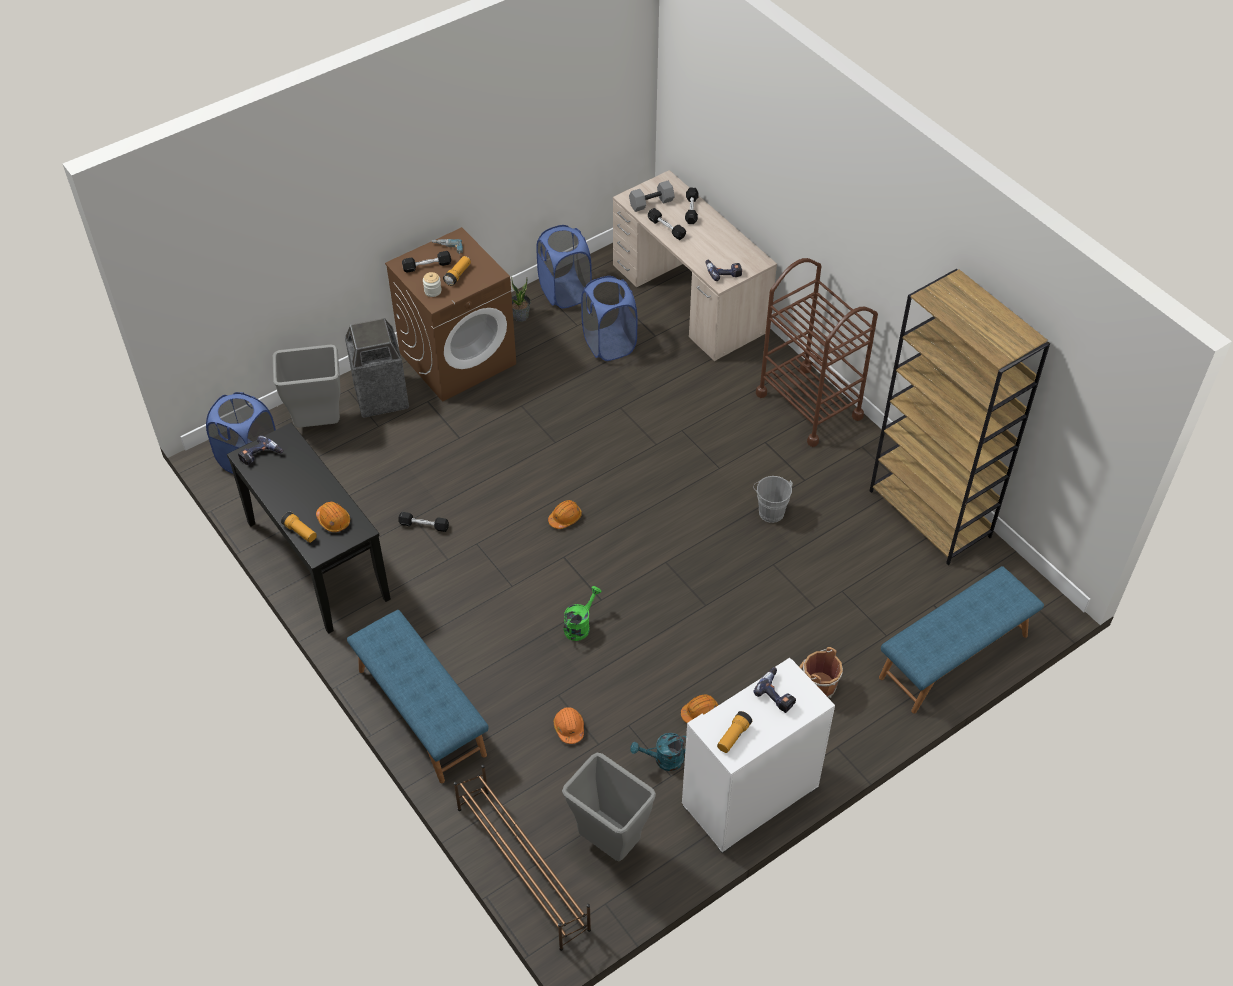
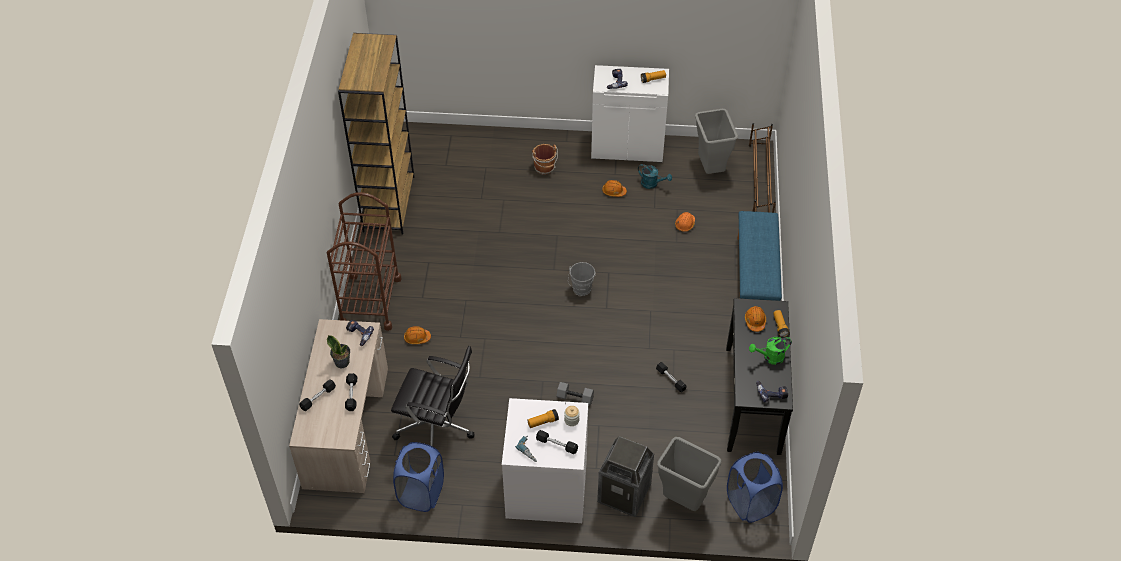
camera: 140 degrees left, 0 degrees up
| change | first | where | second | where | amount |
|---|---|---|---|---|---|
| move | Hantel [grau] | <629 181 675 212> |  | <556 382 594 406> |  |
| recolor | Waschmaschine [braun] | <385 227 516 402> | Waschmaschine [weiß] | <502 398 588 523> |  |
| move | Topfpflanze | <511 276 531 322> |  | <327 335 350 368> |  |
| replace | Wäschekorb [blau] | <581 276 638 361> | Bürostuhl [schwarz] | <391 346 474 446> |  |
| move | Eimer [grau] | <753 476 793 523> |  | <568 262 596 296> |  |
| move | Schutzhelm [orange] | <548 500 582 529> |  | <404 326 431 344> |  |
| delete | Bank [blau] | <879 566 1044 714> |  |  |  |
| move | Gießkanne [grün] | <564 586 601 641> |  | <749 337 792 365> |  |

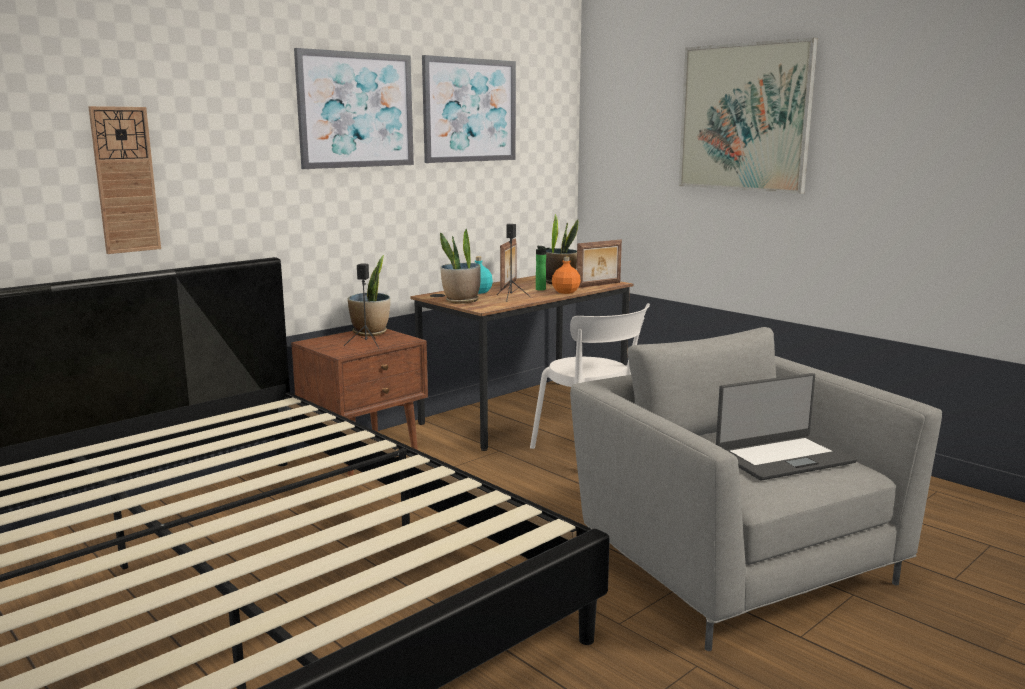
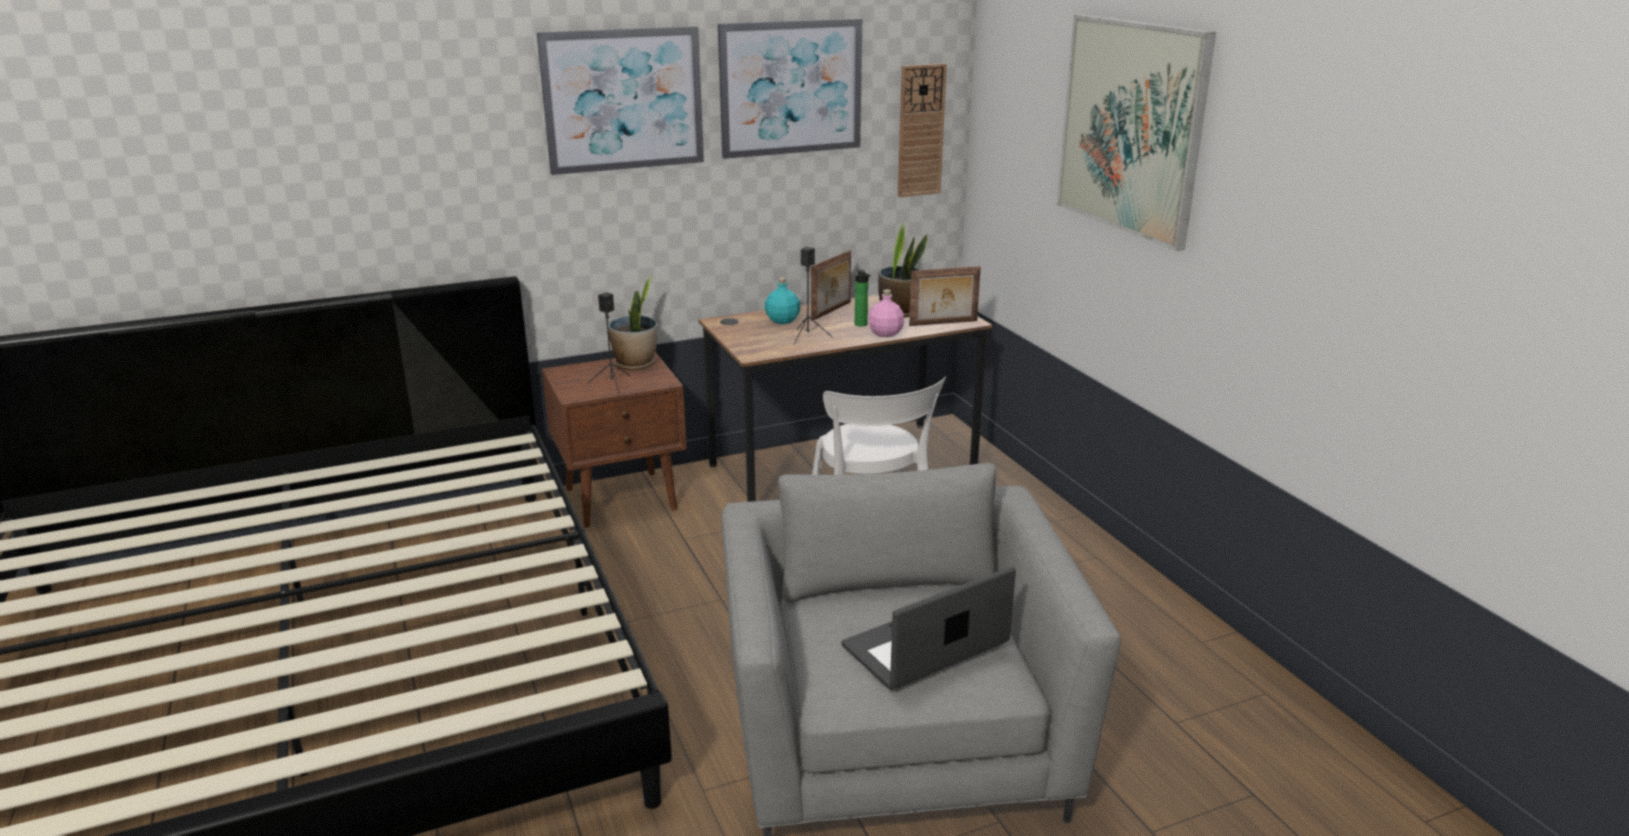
camera: 20 degrees right, 10 degrees up
| change | first | where | second | where | amount |
|---|---|---|---|---|---|
| move | Wanduhr | <88 106 161 254> |  | <898 63 947 197> |  |
| delete | Topfpflanze | <440 229 481 304> |  |  |  |
| recolor | Flasche [orange] | <552 257 581 294> | Flasche [rosa] | <868 289 904 337> |  |
| rotate | Laptop | <716 373 857 480> |  | <841 567 1016 690> | 150 degrees clockwise |

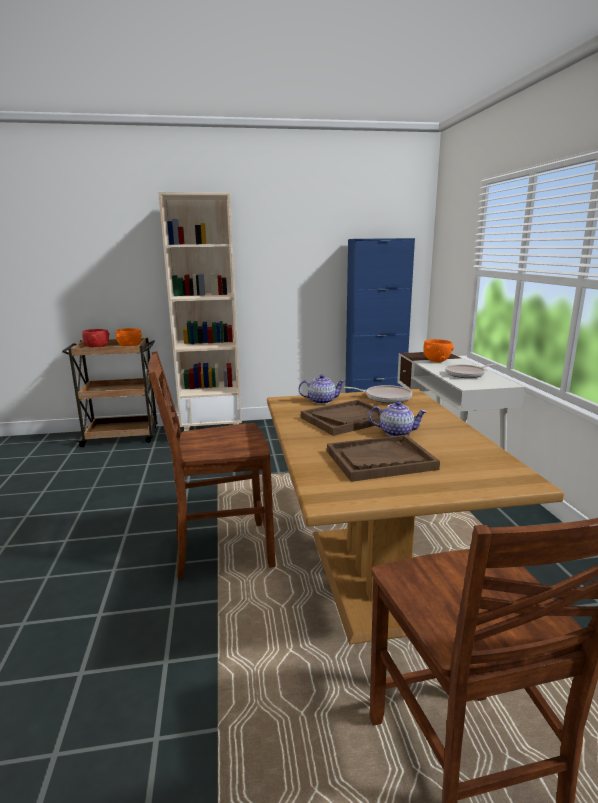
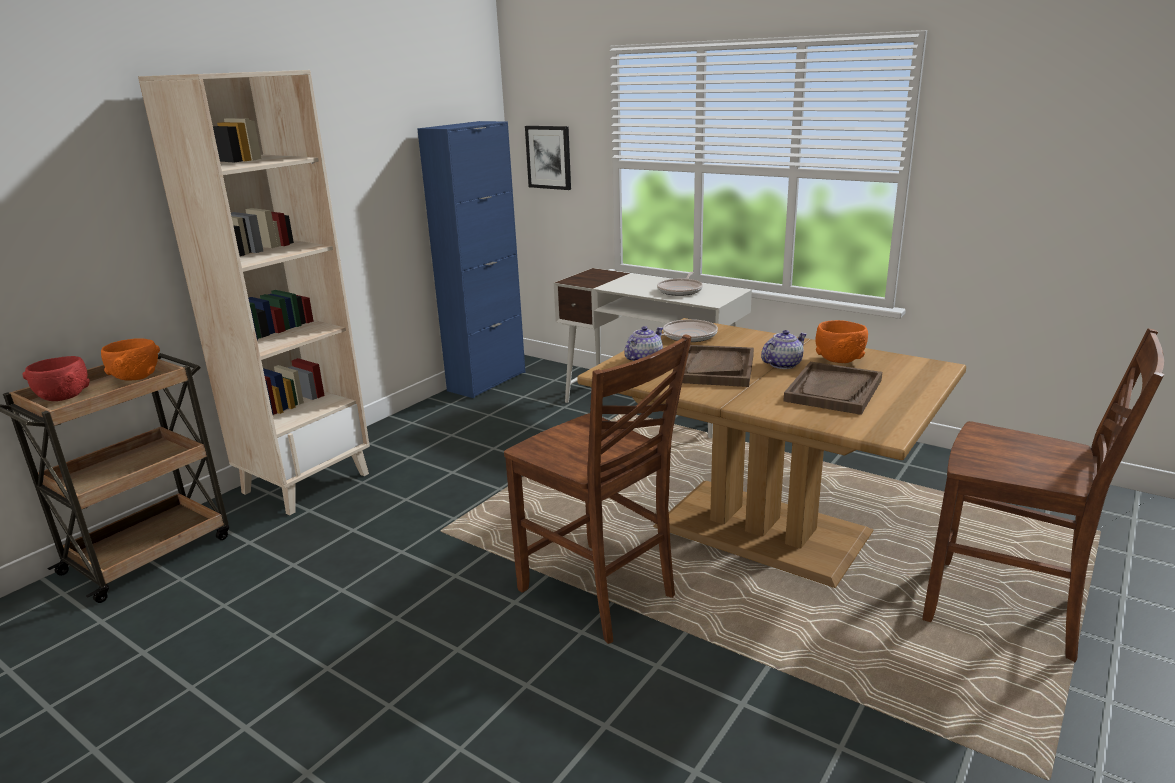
camera: 45 degrees left, 5 degrees up
| change | first | where | second | where | amount |
|---|---|---|---|---|---|
| move | Schüssel [orange] | <424 339 454 362> |  | <815 320 868 363> |  |
| rotate | Stuhl [braun] | <148 351 275 579> |  | <504 334 692 644> | 75 degrees counterclockwise |
| insert |  |  | Bild | <525 126 571 190> |  |

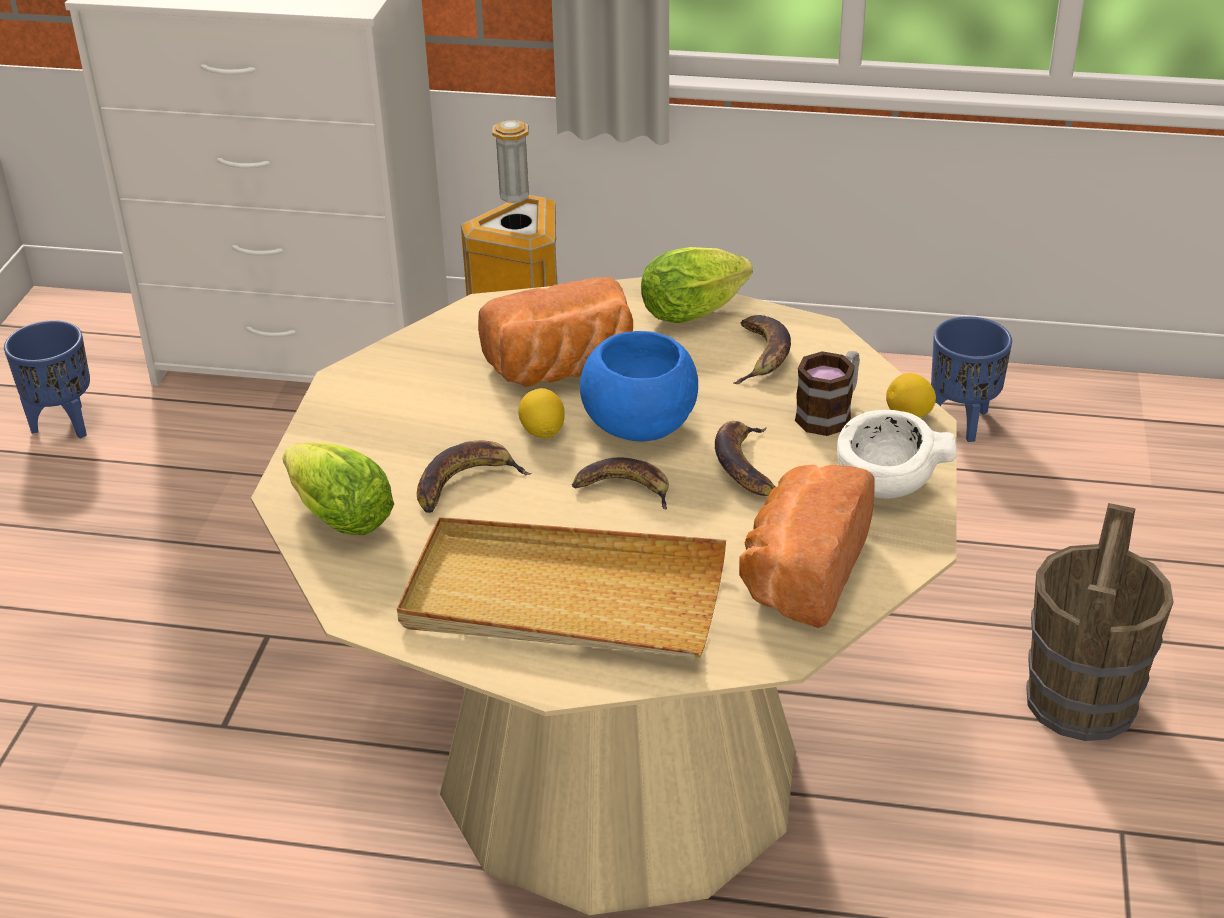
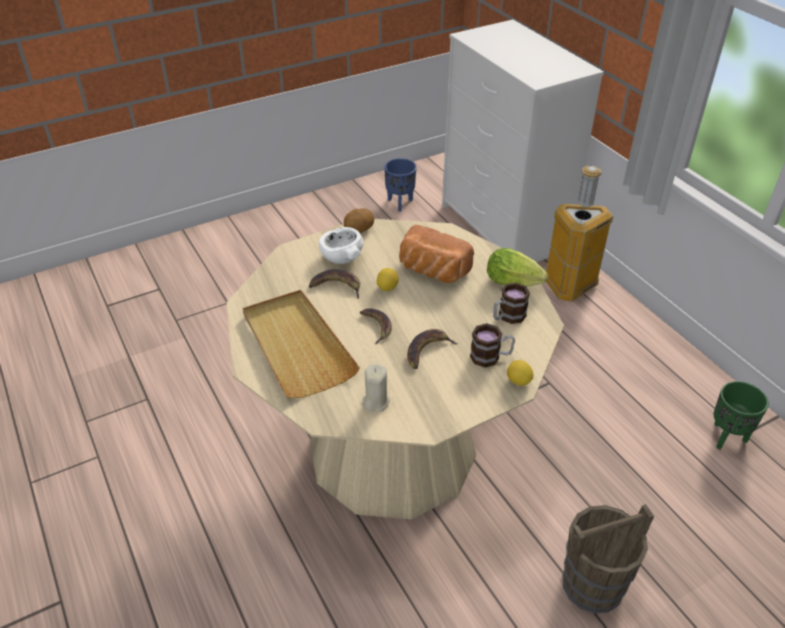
camera: 50 degrees right, 5 degrees up
| change | first | where | second | where | amount |
|---|---|---|---|---|---|
| replace | Banane | <734 315 791 384> | Henkelbecher | <493 282 530 324> |  |
| recolor | Pflanzkübel [blau] | <931 316 1012 442> | Pflanzkübel [grün] | <714 381 769 449> |  |
| delete | Schüssel [blau] | <580 331 698 441> |  |  |  |
| move | Schüssel [weiß] | <837 410 957 499> |  | <319 227 363 264> |  |
| delete | Salatkopf | <282 442 394 535> |  |  |  |
| replace | Brot | <739 465 874 628> | Kerze [beige] | <362 364 390 412> |  |
| insert |  |  | Kartoffel | <344 208 375 233> |  |

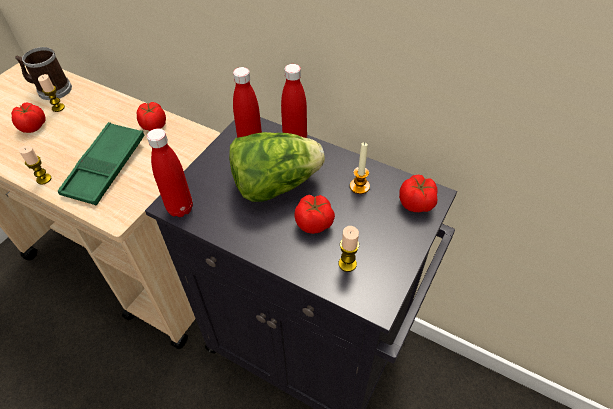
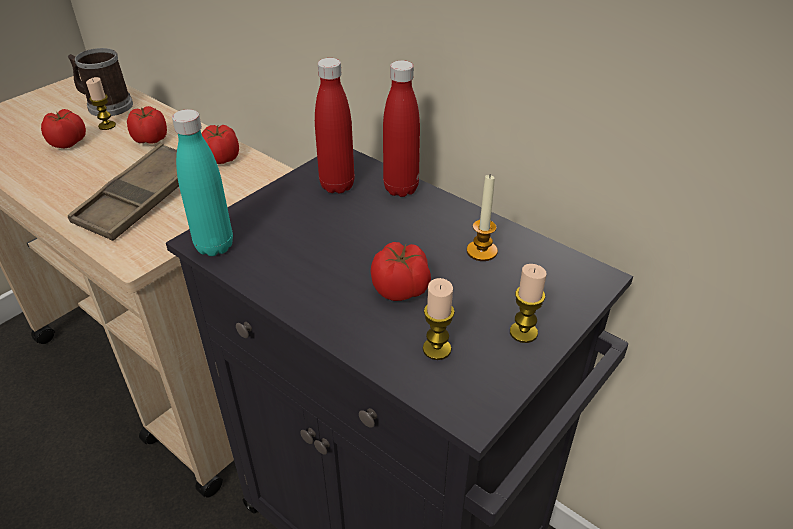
camera: 10 degrees right, 10 degrees down
| change | first | where | second | where | amount |
|---|---|---|---|---|---|
| recolor | Tablett [grün] | <58 122 144 205> | Tablett [braun] | <68 143 179 241> |  |
| recolor | Flasche [rot] | <147 128 193 217> | Flasche [türkis] | <172 109 233 256> |  |
| delete | Salatkopf | <229 132 325 202> |  |  |  |
| move | Kerze | <19 146 51 185> |  | <510 264 547 343> |  |
| move | Tomate | <399 174 438 212> |  | <127 106 167 144> |  |

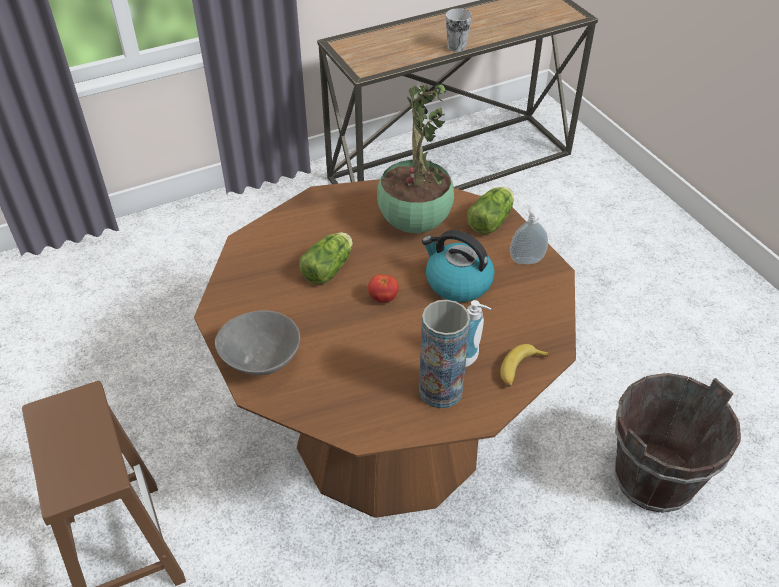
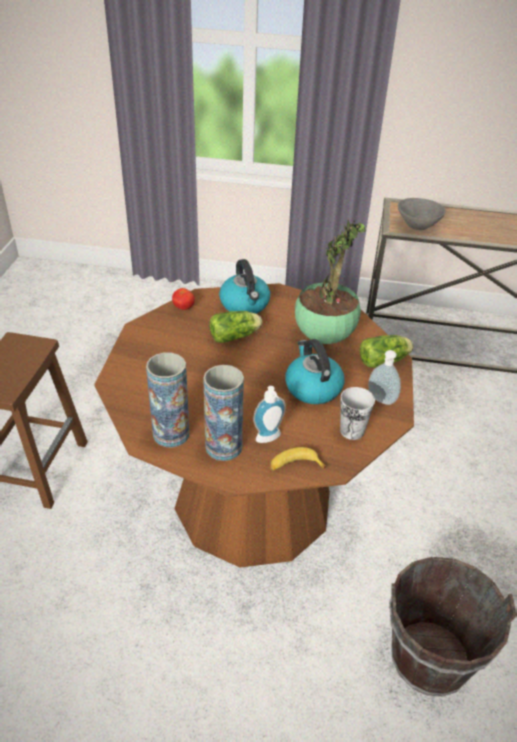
camera: 35 degrees right, 5 degrees down
| change | first | where | second | where | amount |
|---|---|---|---|---|---|
| move | Tasse | <446 8 472 52> |  | <340 387 375 440> |  |
| move | Tomate | <368 274 399 302> |  | <172 288 195 310> |  |
| move | Schüssel [grau] | <215 310 300 375> |  | <398 198 445 230> |  |
| insert |  |  | Wasserkessel | <219 259 270 314> |  |
| insert |  |  | Vase | <146 352 189 447> |  |

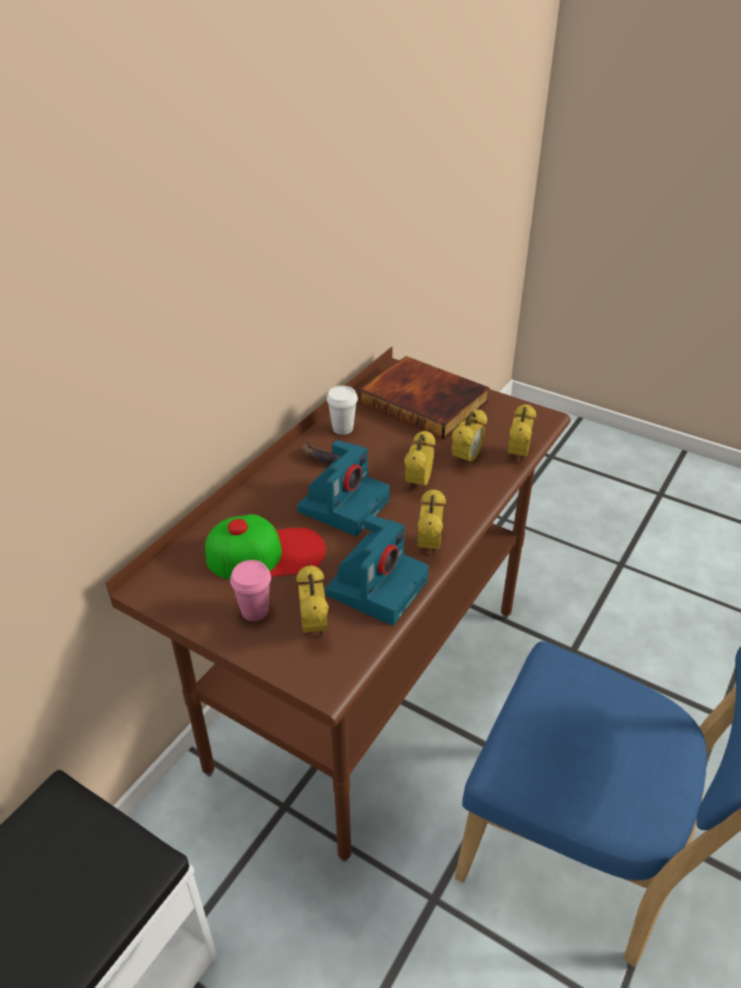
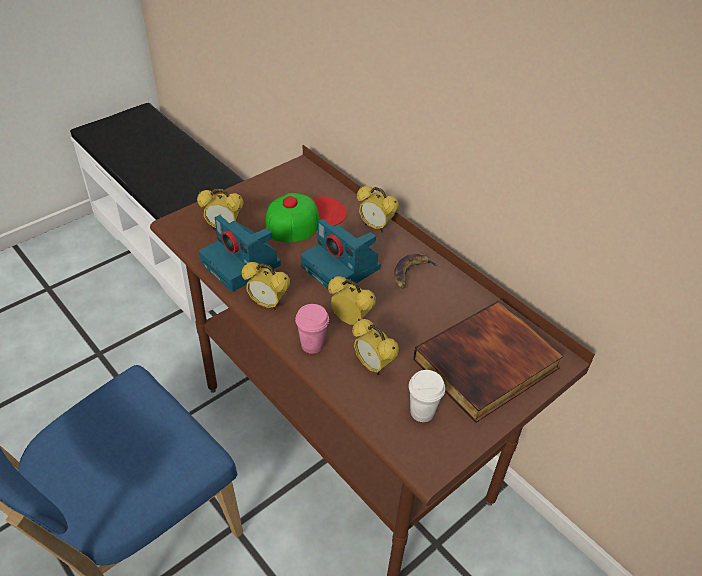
camera: 105 degrees right, 5 degrees up
| change | first | where | second | where | amount |
|---|---|---|---|---|---|
| move | Tasse [weiß] | <327 386 358 435> |  | <409 370 445 422> |  |
| move | Wecker | <508 403 536 463> |  | <357 186 399 232> |  |
| rotate | Kappe | <205 514 326 580> |  | <265 193 347 242> | 135 degrees counterclockwise |
| move | Tasse [rosa] | <230 560 271 621> |  | <295 304 329 354> |  |

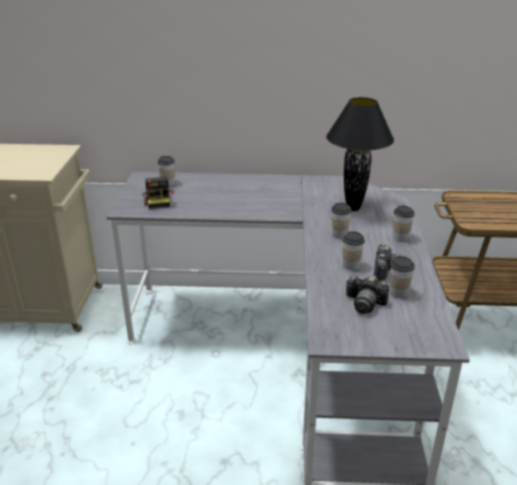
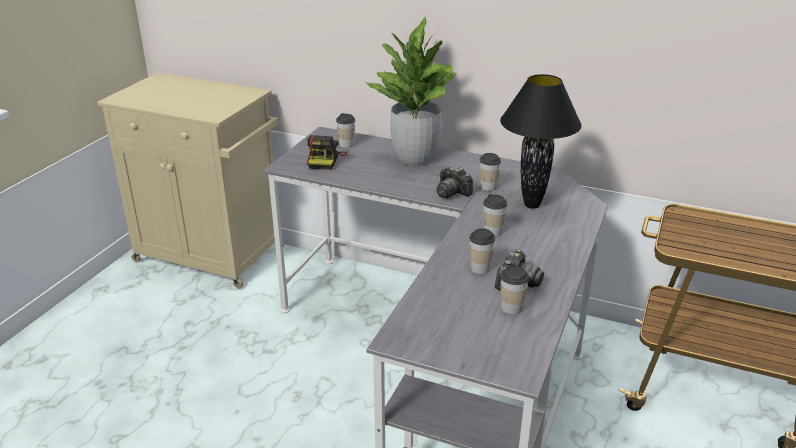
camera: 20 degrees right, 0 degrees up
| change | first | where | second | where | amount |
|---|---|---|---|---|---|
| move | Tasse | <393 206 415 242> |  | <479 153 501 191> |  |
| move | Kamera | <346 275 389 314> |  | <437 167 473 199> |  |
| insert |  |  | Topfpflanze | <366 16 456 166> |  |

